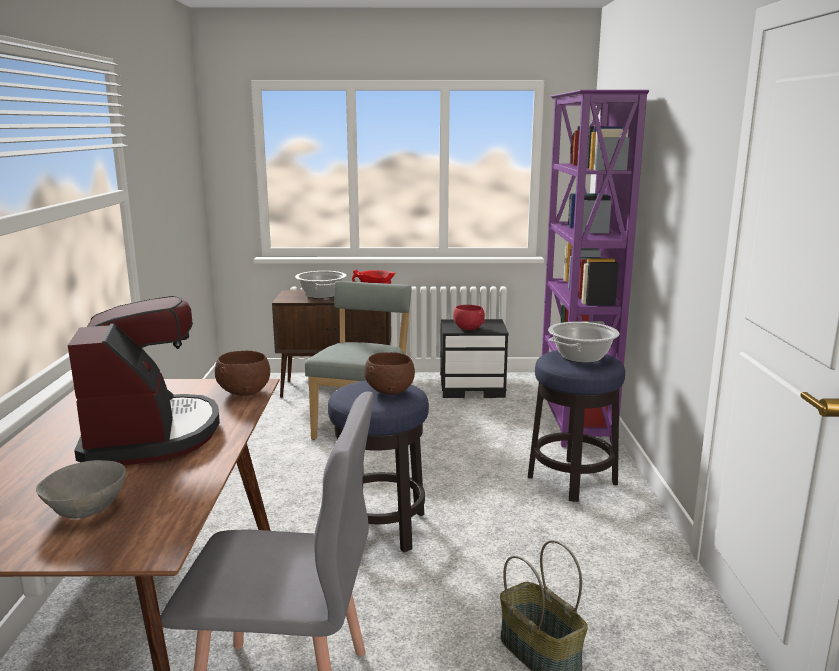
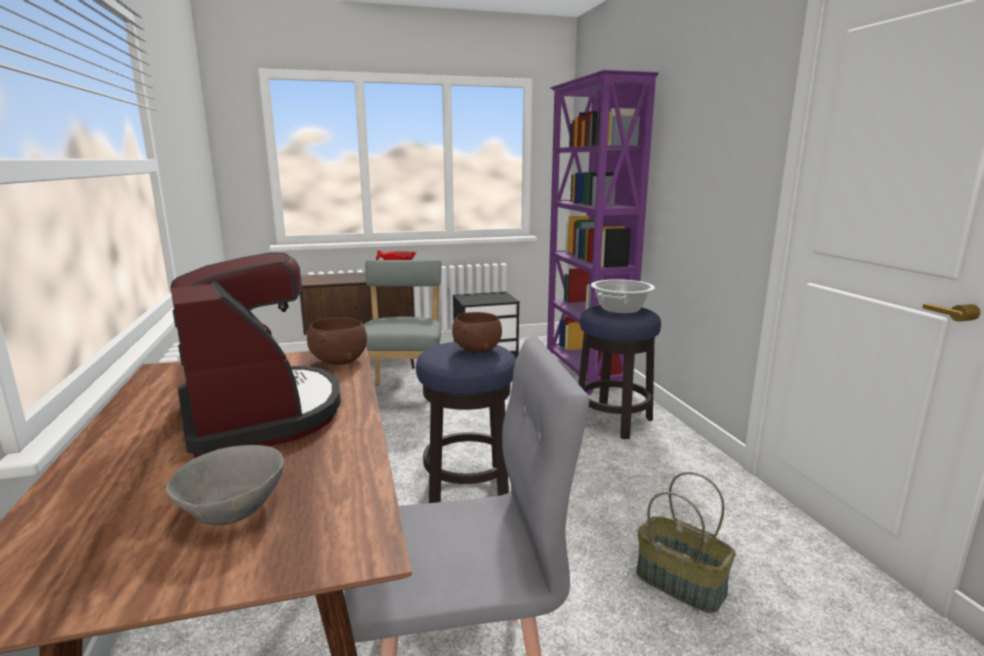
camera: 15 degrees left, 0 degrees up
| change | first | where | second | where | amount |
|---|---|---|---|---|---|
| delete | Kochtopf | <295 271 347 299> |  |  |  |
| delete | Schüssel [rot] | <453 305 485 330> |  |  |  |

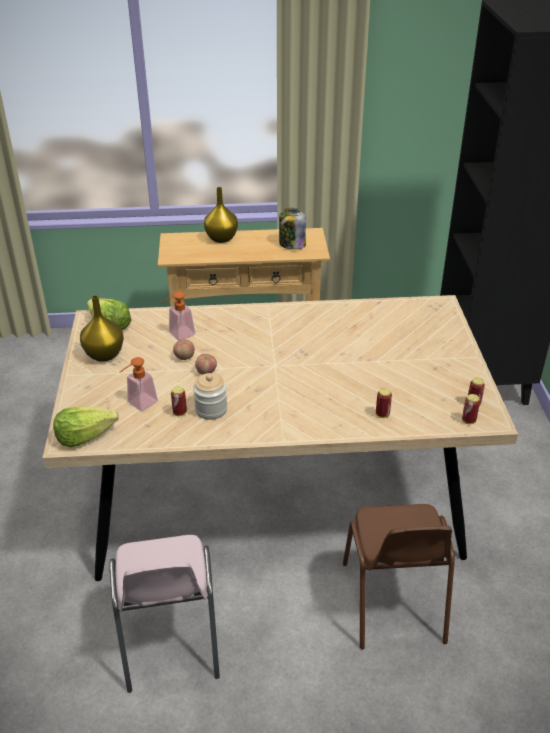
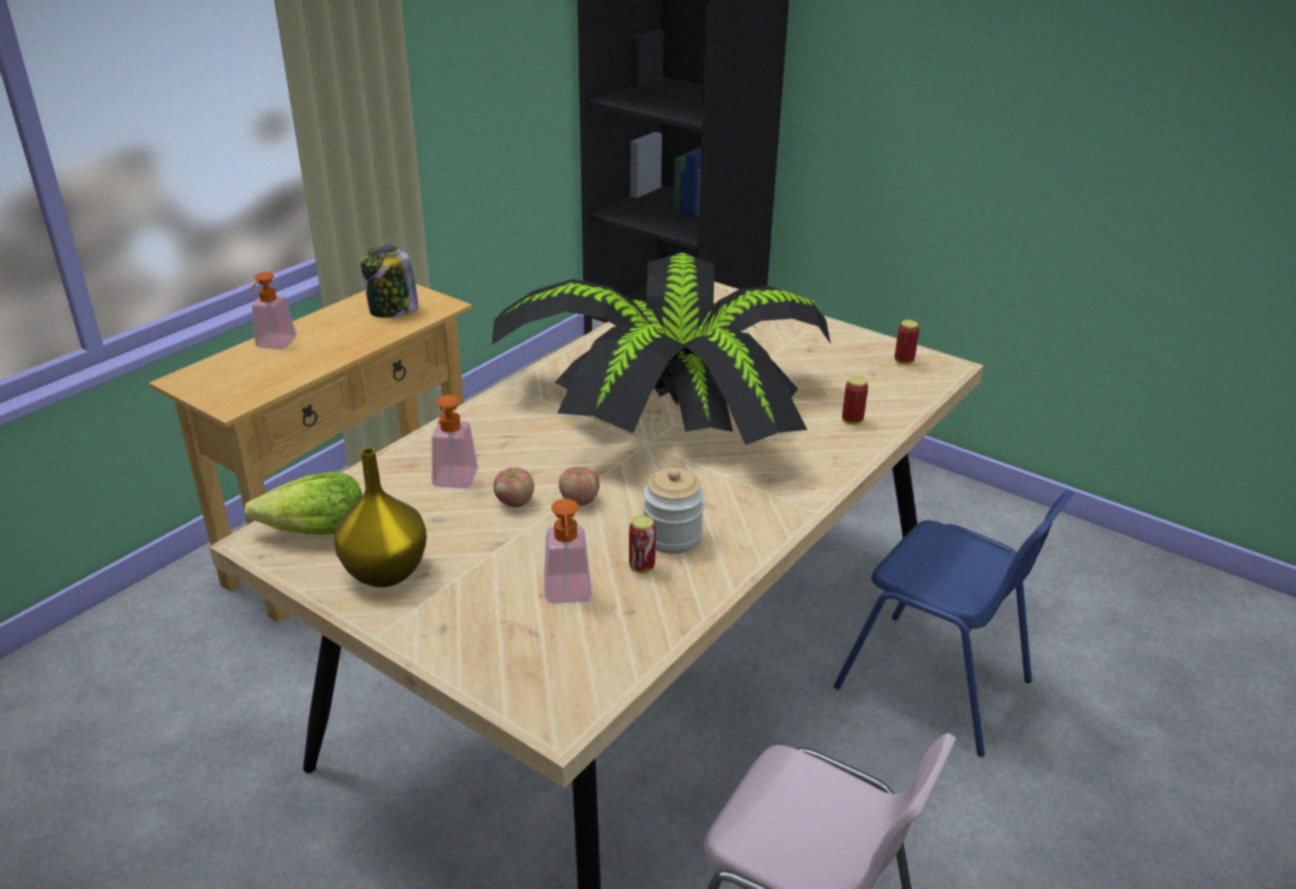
camera: 50 degrees left, 5 degrees down
| change | first | where | second | where | amount |
|---|---|---|---|---|---|
| replace | Vase [gelb] | <204 187 238 243> | Seifenspender | <249 272 296 350> |  |
| delete | Dose | <462 394 480 424> |  |  |  |
| delete | Salatkopf | <53 407 119 447> |  |  |  |
| recolor | Stuhl [braun] | <343 504 455 649> | Stuhl [blau] | <834 490 1074 757> |  |
| insert |  |  | Topfpflanze | <492 253 831 445> |  |

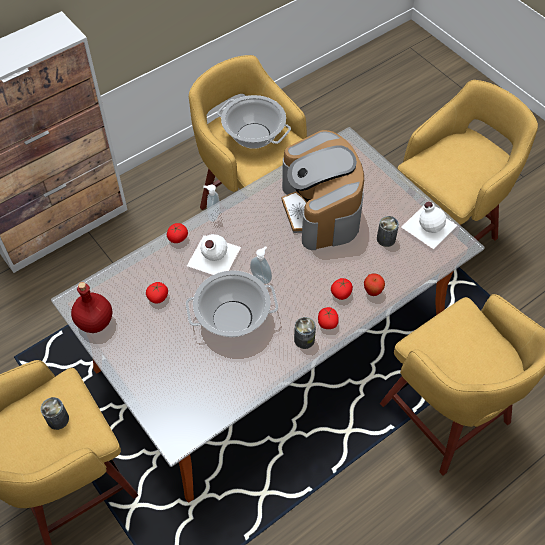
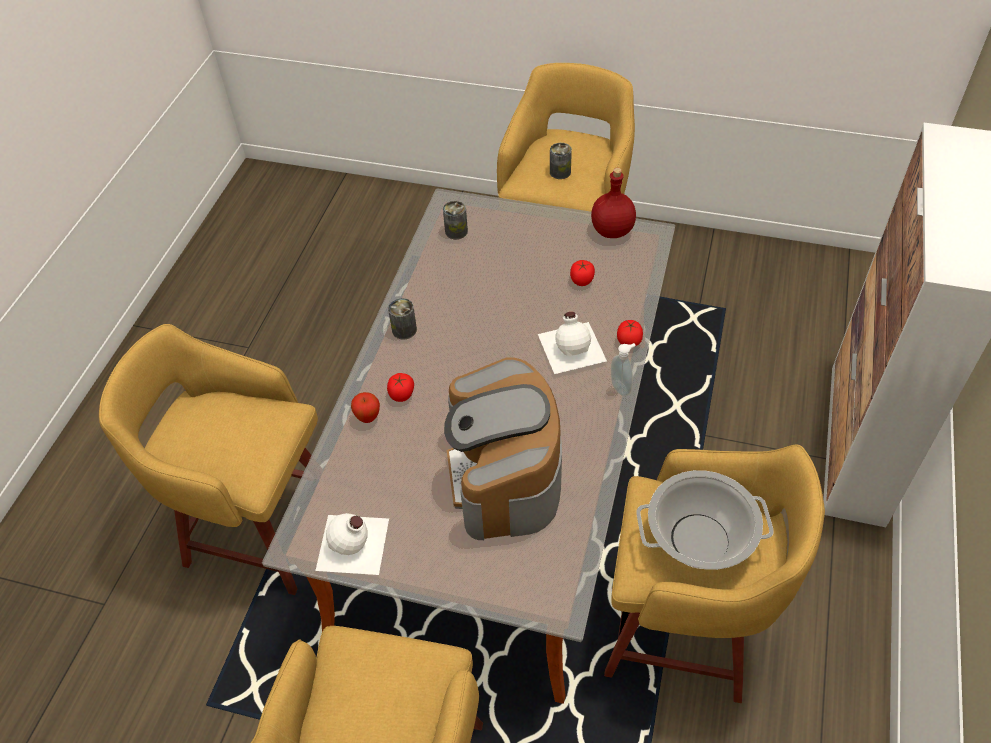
camera: 145 degrees right, 5 degrees down
| change | first | where | second | where | amount |
|---|---|---|---|---|---|
| rotate | Kaffeemaschine | <281 130 364 250> |  | <444 357 562 540> | 135 degrees counterclockwise |
| move | Dose | <377 216 399 247> |  | <443 201 468 239> |  |
| delete | Seifenspender | <250 246 272 284> |  |  |  |
| delete | Kochtopf | <186 270 278 337> |  |  |  |
| delete | Tomate | <318 307 339 329> |  |  |  |

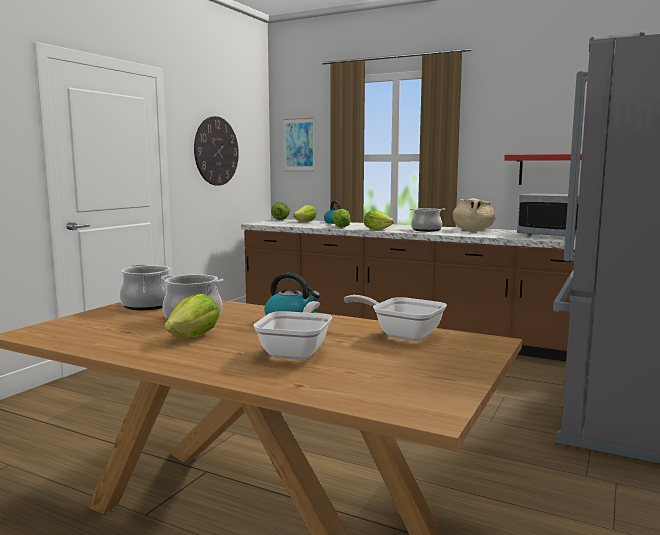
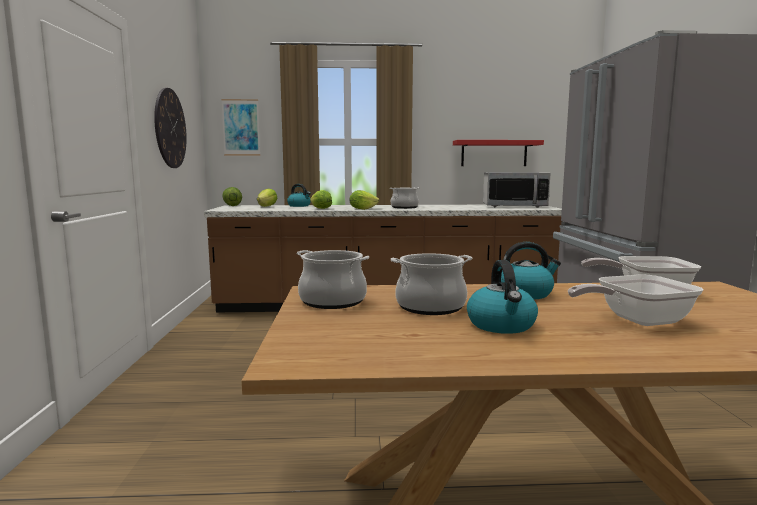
camera: 30 degrees left, 0 degrees up
| change | first | where | second | where | amount |
|---|---|---|---|---|---|
| delete | Kochtopf [beige] | <453 198 495 231> |  |  |  |
| replace | Salatkopf | <165 294 219 338> | Wasserkessel | <467 260 538 334> |  |
| rotate | Pfanne | <253 301 332 360> |  | <568 275 704 326> | 90 degrees counterclockwise |

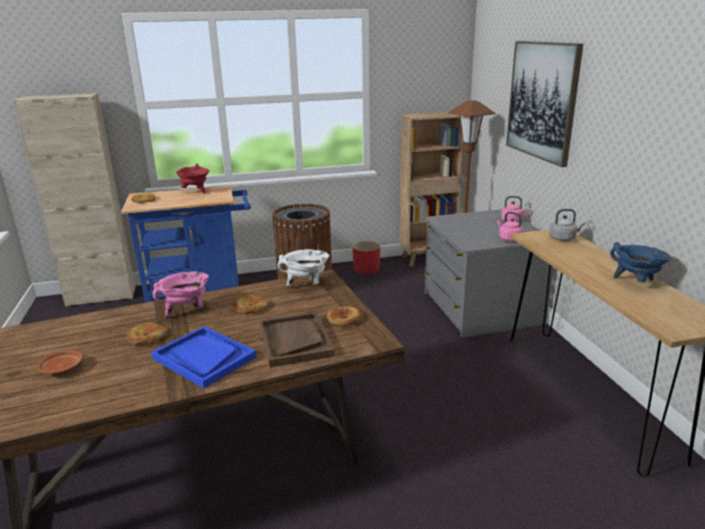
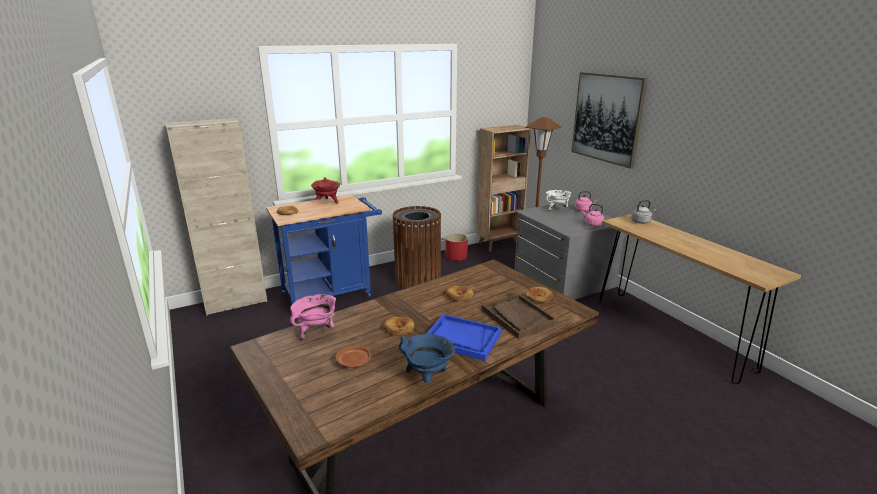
camera: 15 degrees left, 0 degrees up
| change | first | where | second | where | amount |
|---|---|---|---|---|---|
| move | Kochtopf [blau] | <610 242 671 283> |  | <399 334 455 383> |  |
| move | Kochtopf [weiß] | <278 249 329 289> |  | <546 190 571 212> |  |
| move | Kochtopf [rosa] | <153 272 209 319> |  | <290 294 336 341> |  |

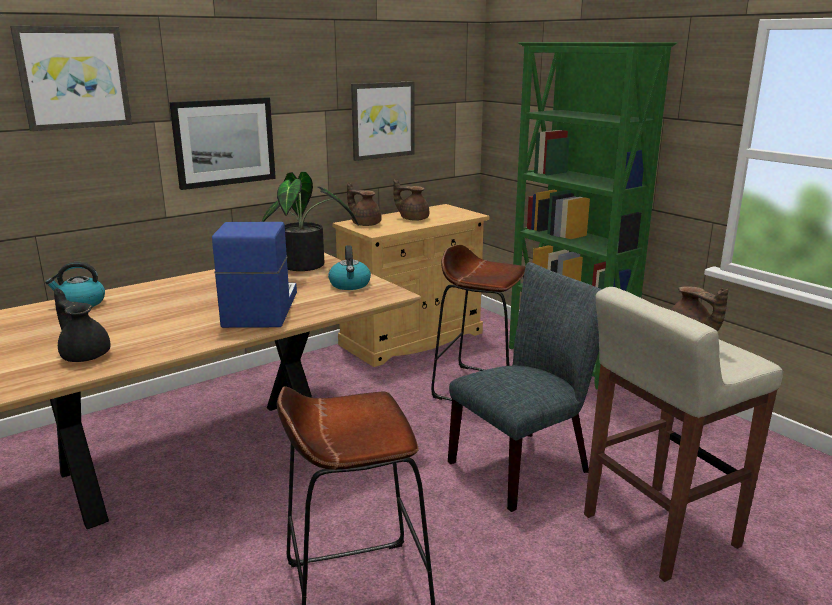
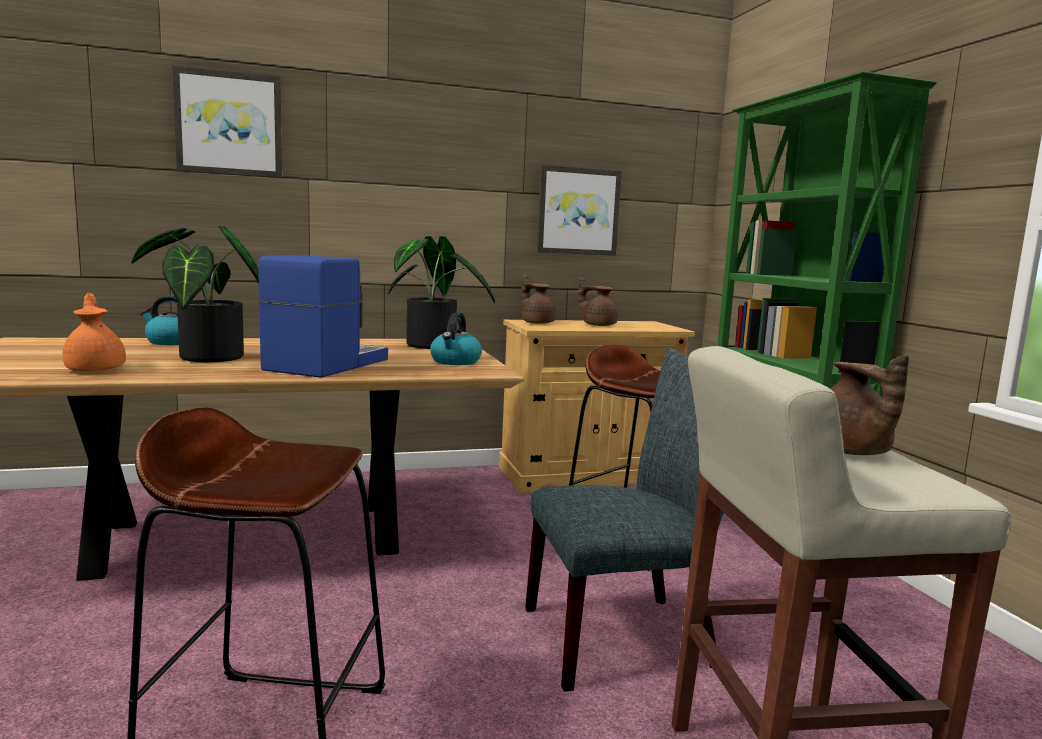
camera: 20 degrees right, 10 degrees down
| change | first | where | second | where | amount |
|---|---|---|---|---|---|
| delete | Bild | <169 97 276 190> |  |  |  |
| recolor | Teekanne [schwarz] | <54 288 110 362> | Teekanne [orange] | <62 293 126 372> |  |
| insert |  |  | Topfpflanze | <131 226 259 362> |  |

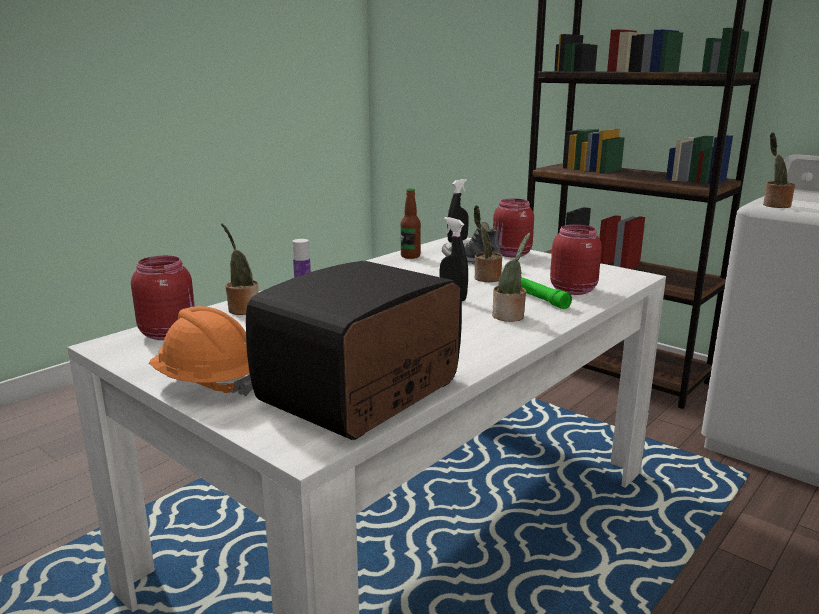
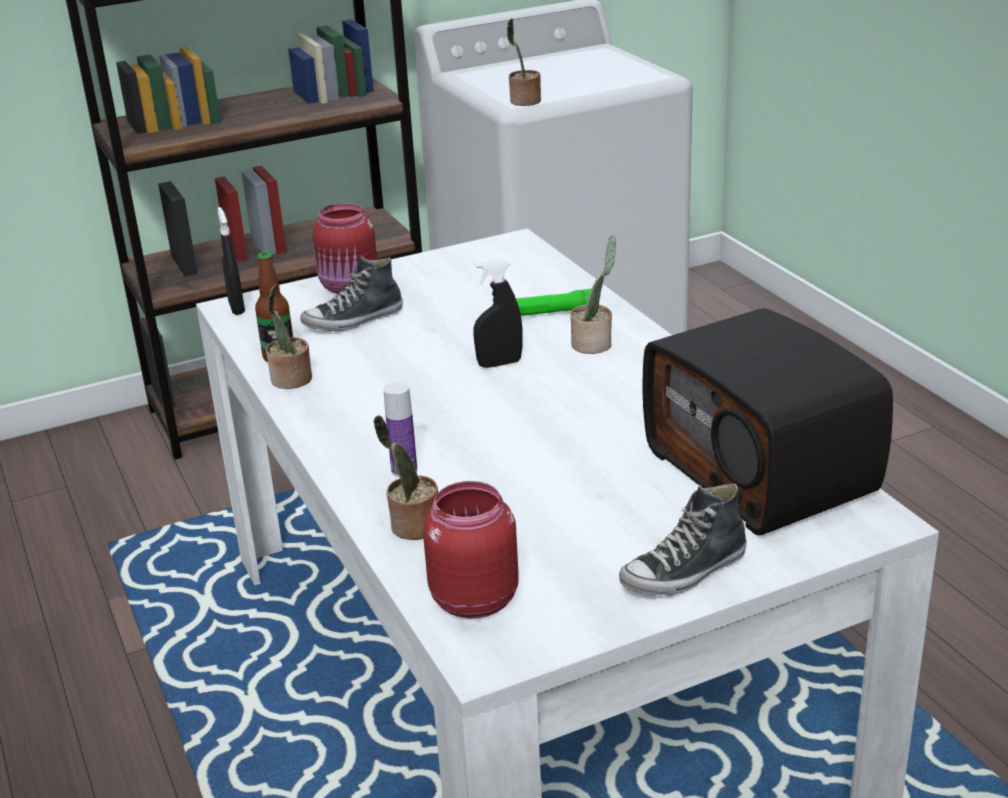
camera: 65 degrees left, 10 degrees up
| change | first | where | second | where | amount |
|---|---|---|---|---|---|
| move | Topfpflanze | <474 205 502 282> |  | <266 284 312 389> |  |
| delete | Vorratsglas [rot] | <550 224 602 295> |  |  |  |
| replace | Schutzhelm [orange] | <149 306 253 396> | Schuh | <619 483 747 595> |  |

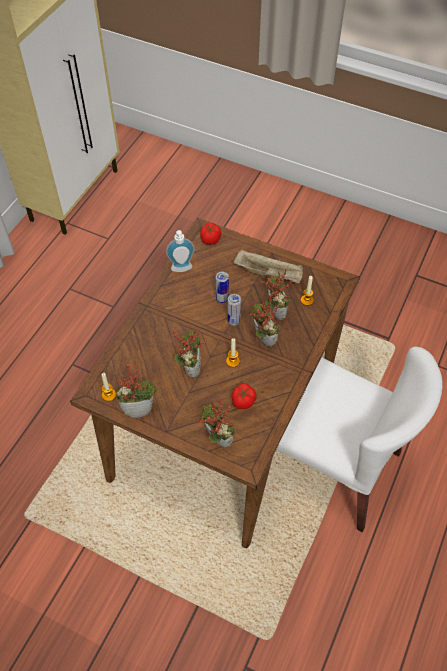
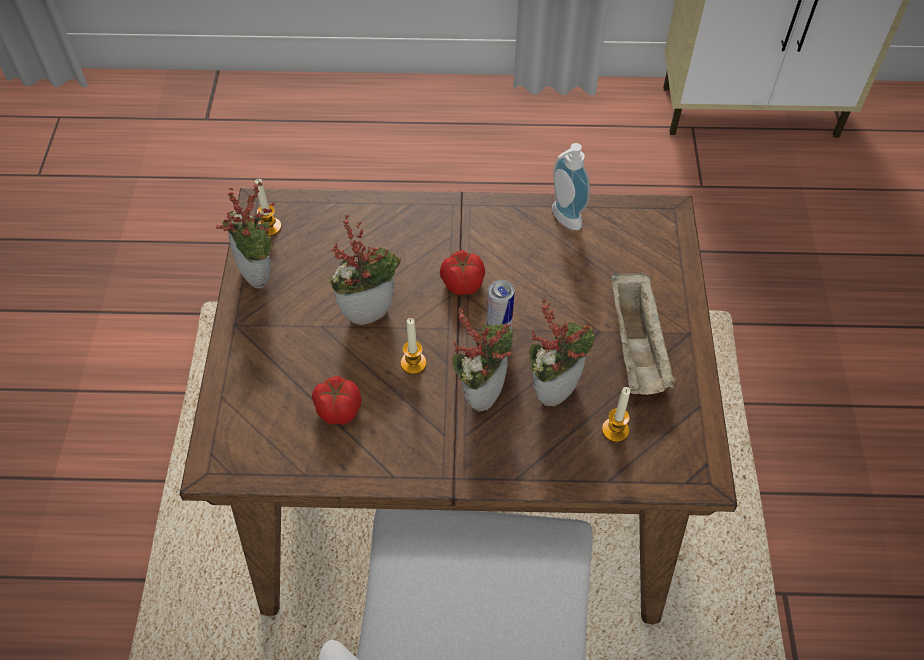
camera: 65 degrees right, 0 degrees up
| change | first | where | second | where | amount |
|---|---|---|---|---|---|
| move | Tomate | <200 222 221 245> |  | <440 250 485 295> |  |
| delete | Dose | <216 272 229 303> |  |  |  |
| delete | Topfpflanze | <198 397 235 447> |  |  |  |

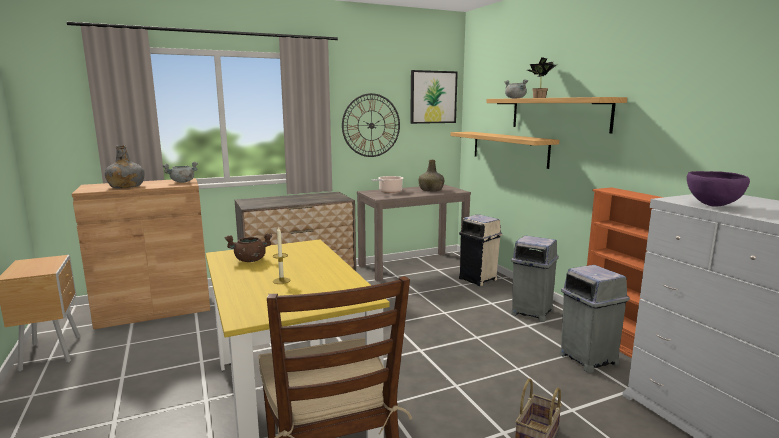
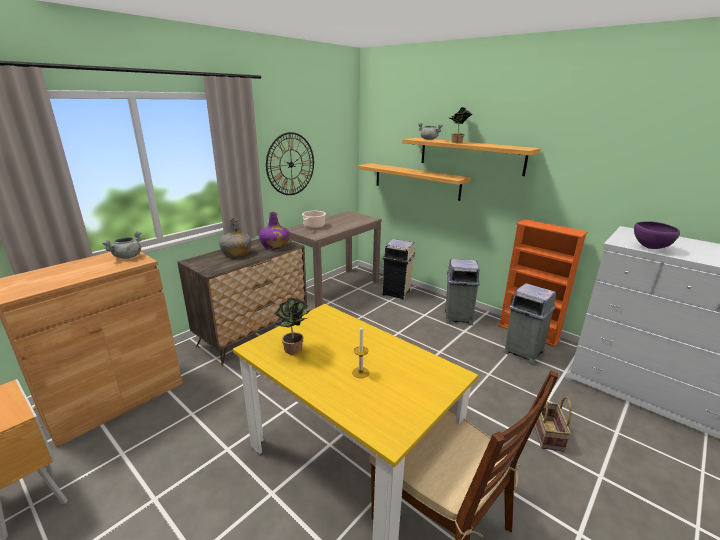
camera: 25 degrees left, 10 degrees up
| change | first | where | second | where | amount |
|---|---|---|---|---|---|
| delete | Bild | <410 70 458 124> |  |  |  |
| move | Flasche [grau] | <105 145 144 188> |  | <219 218 252 257> |  |
| delete | Flasche [grün] | <419 160 444 191> |  |  |  |
| replace | Kochtopf [braun] | <225 233 272 262> | Topfpflanze | <274 298 310 355> |  |
| insert |  |  | Flasche [lila] | <259 212 289 249> |  |

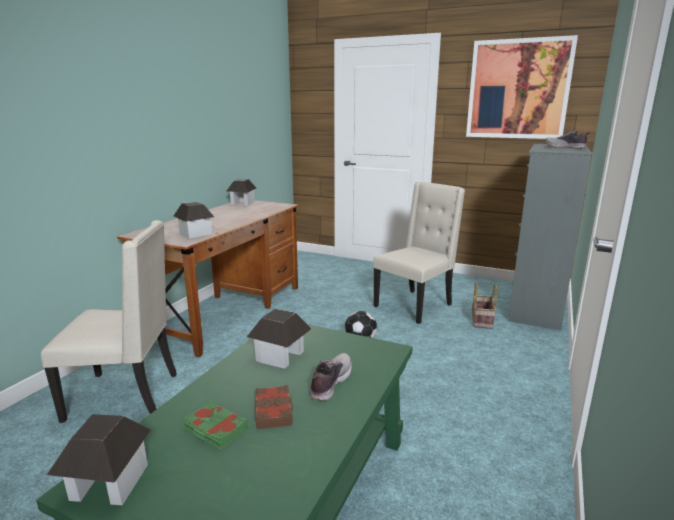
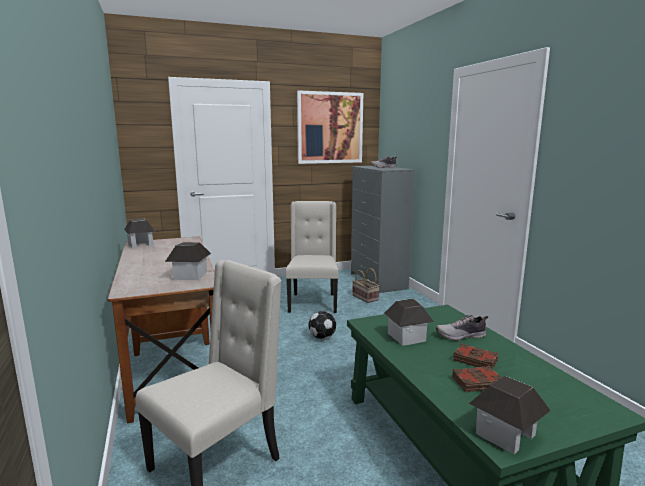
camera: 45 degrees left, 5 degrees down
| change | first | where | second | where | amount |
|---|---|---|---|---|---|
| rotate | Schuh | <310 353 352 400> |  | <436 315 488 341> | 75 degrees counterclockwise |
| recolor | Buch [grün] | <183 401 248 450> | Buch [braun] | <452 365 502 392> |  |

